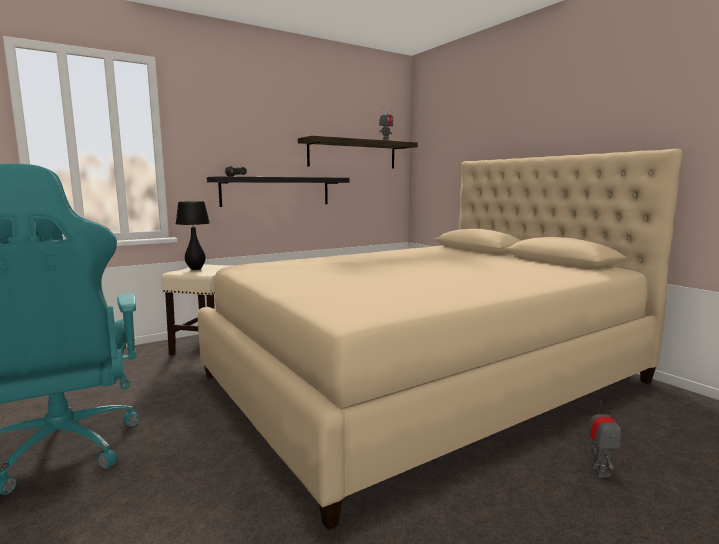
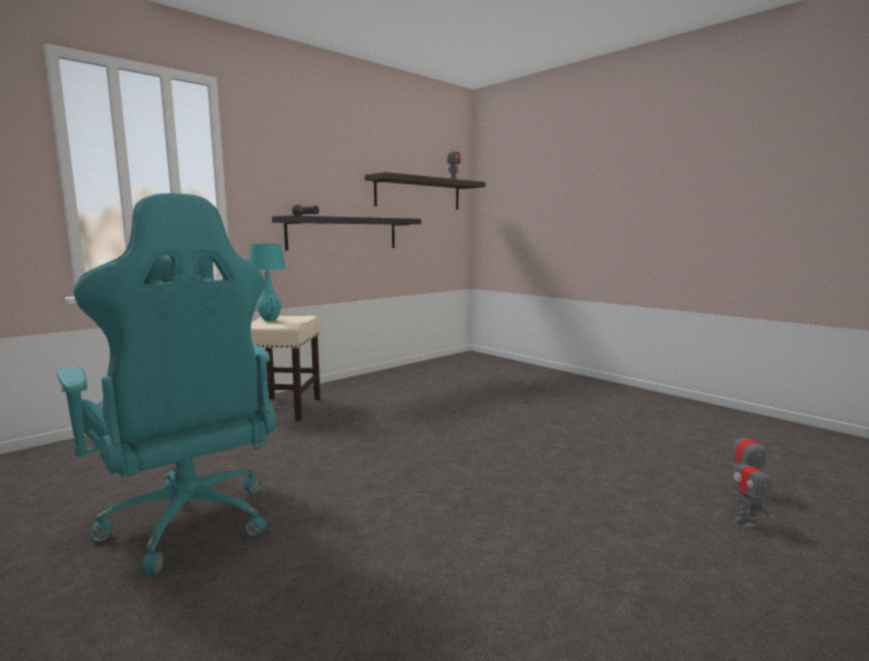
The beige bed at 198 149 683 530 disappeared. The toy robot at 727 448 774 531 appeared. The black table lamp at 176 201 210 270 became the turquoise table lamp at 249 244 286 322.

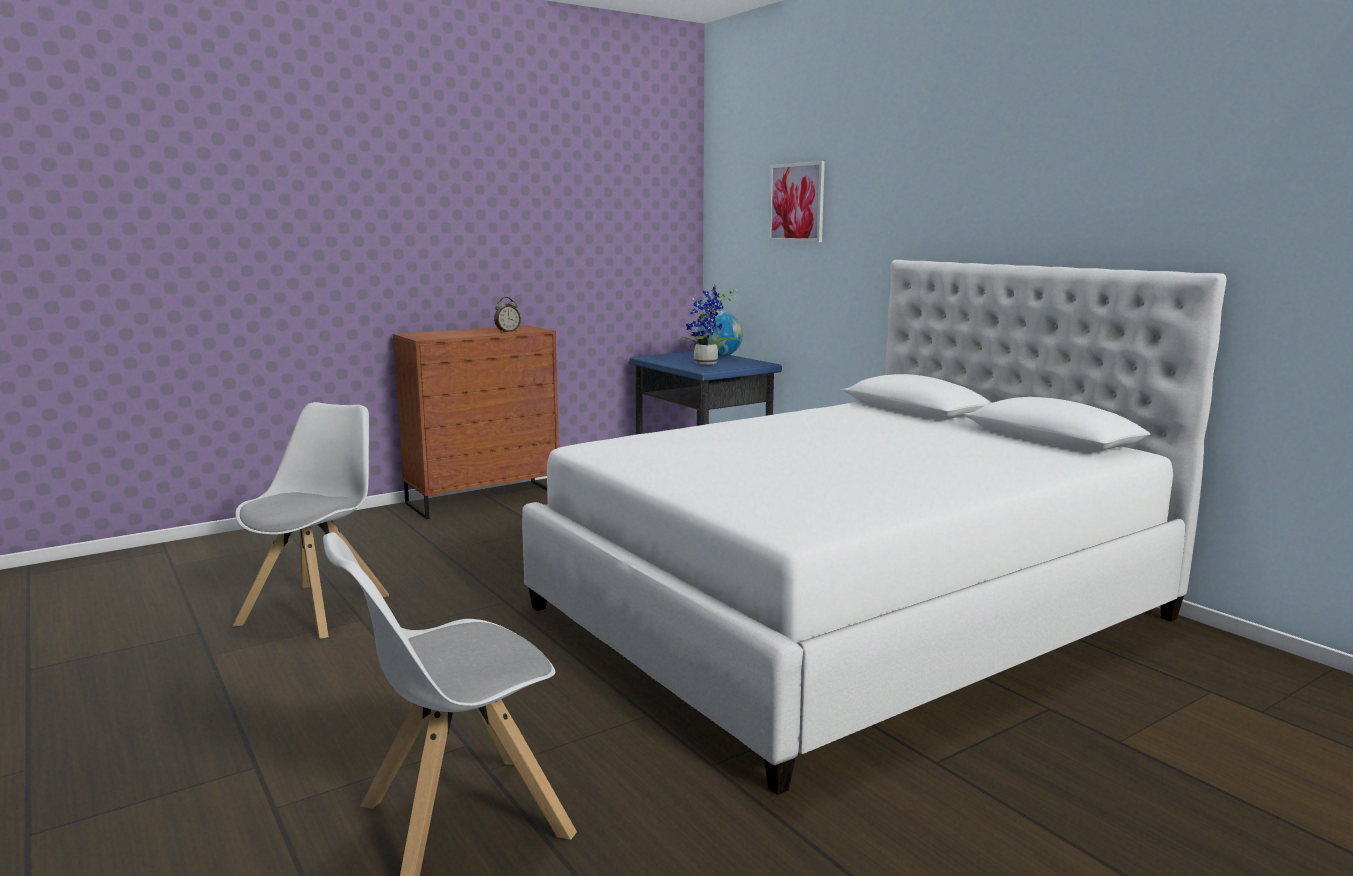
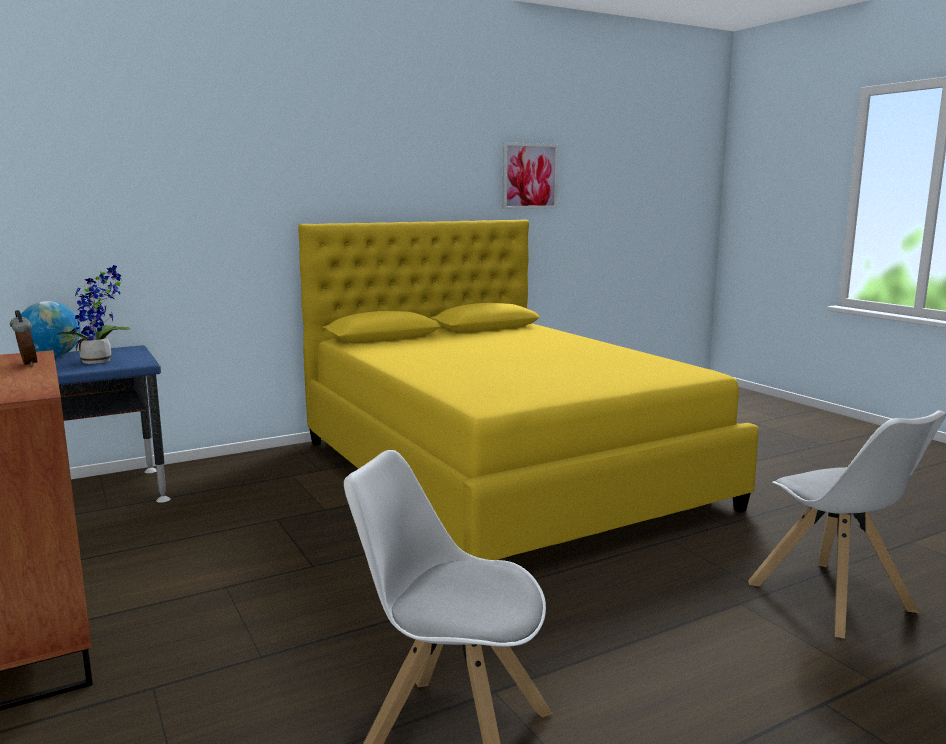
The picture moved from 769 161 825 242 to 503 142 558 209. The white bed at 522 260 1227 795 became the yellow bed at 298 219 759 560.

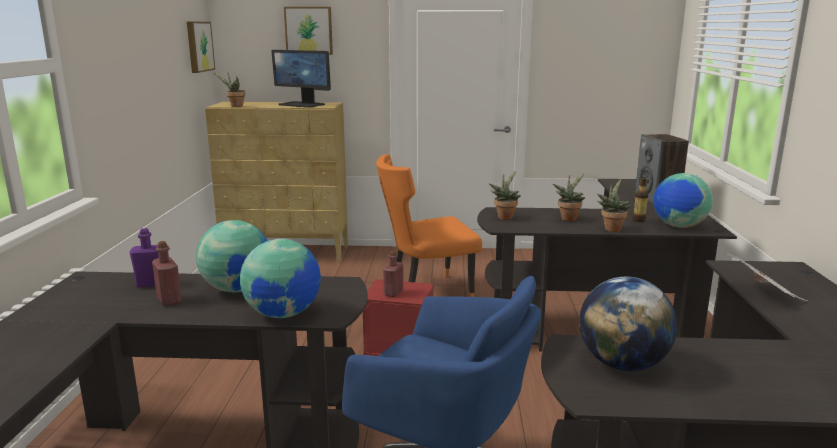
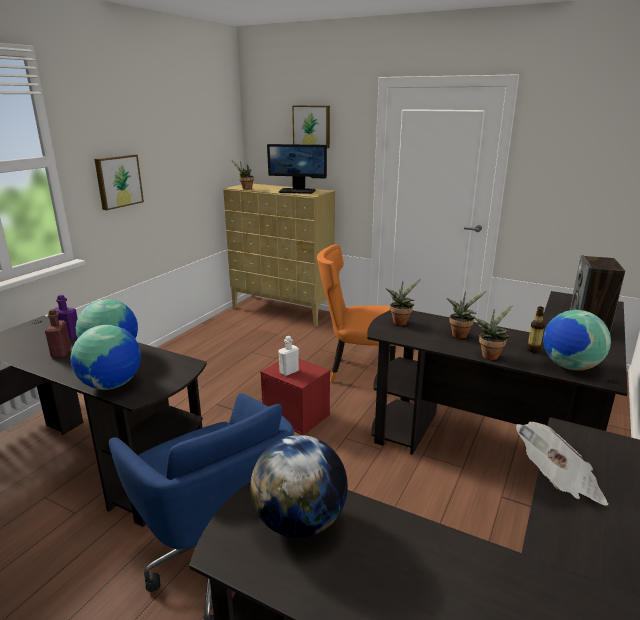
The picture moved from 187 22 215 73 to 94 154 144 210. The red bottle at 383 251 403 297 became the white bottle at 278 336 299 376. The monitor at 271 50 331 108 turned 45 degrees counterclockwise.

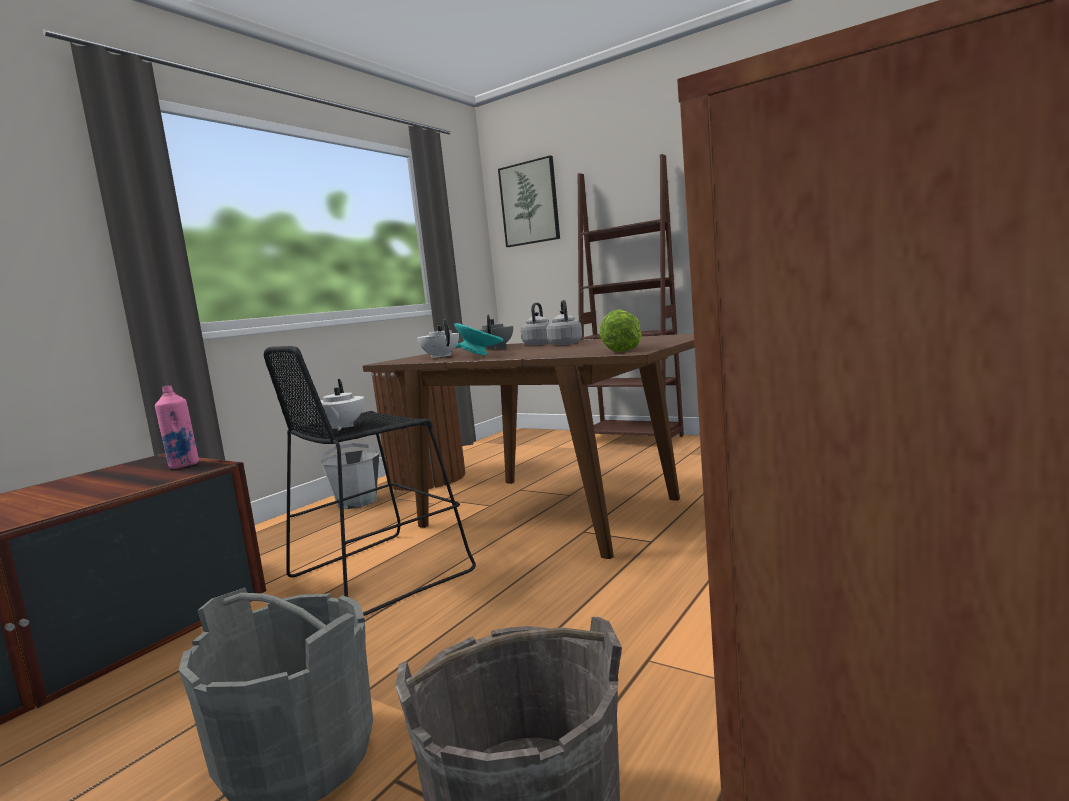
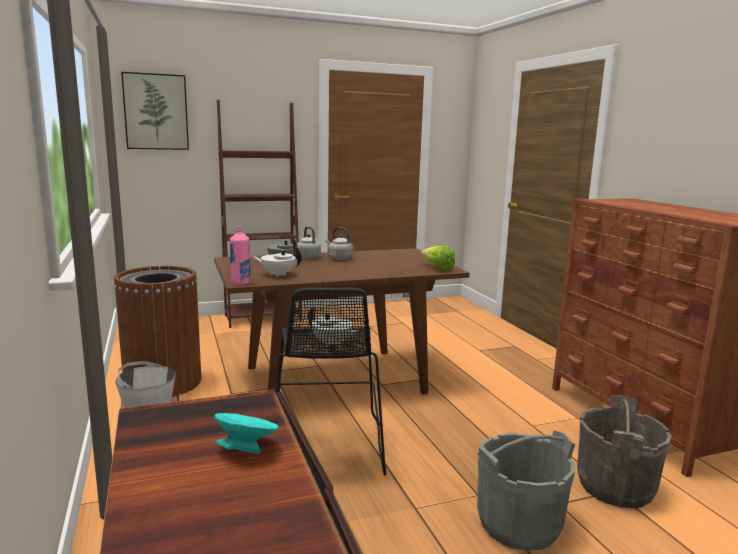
The pink bottle moved from 155 385 199 469 to 230 226 251 285. The turquoise bowl moved from 454 323 503 356 to 214 413 279 454.

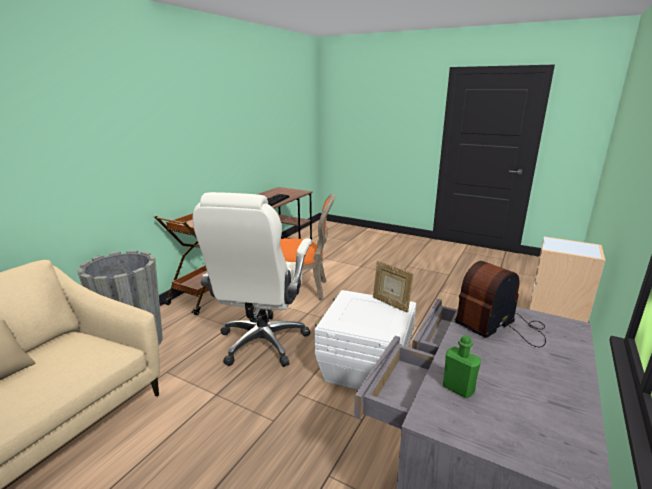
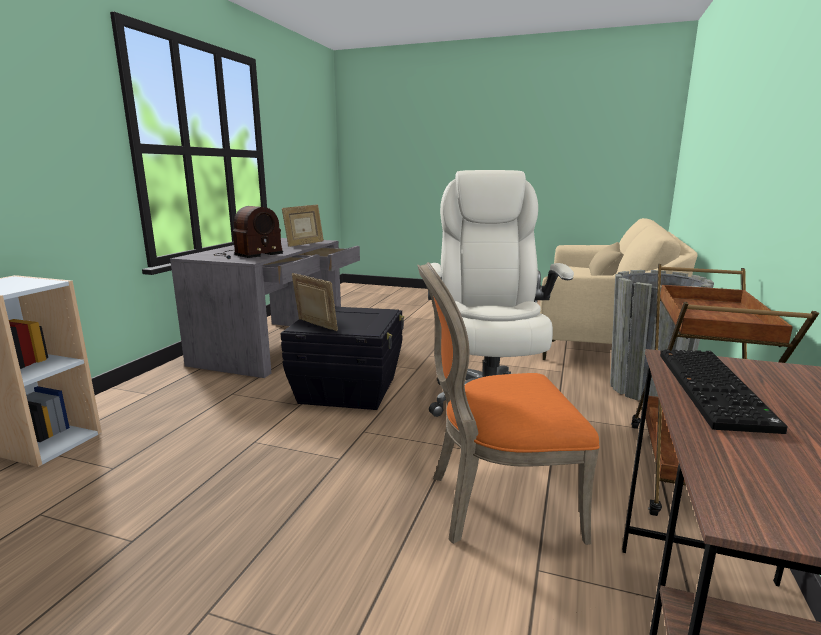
The green bottle at 443 335 481 398 was replaced by the picture frame at 282 205 324 247. The white storage box at 315 290 416 390 became the black storage box at 280 307 404 410.

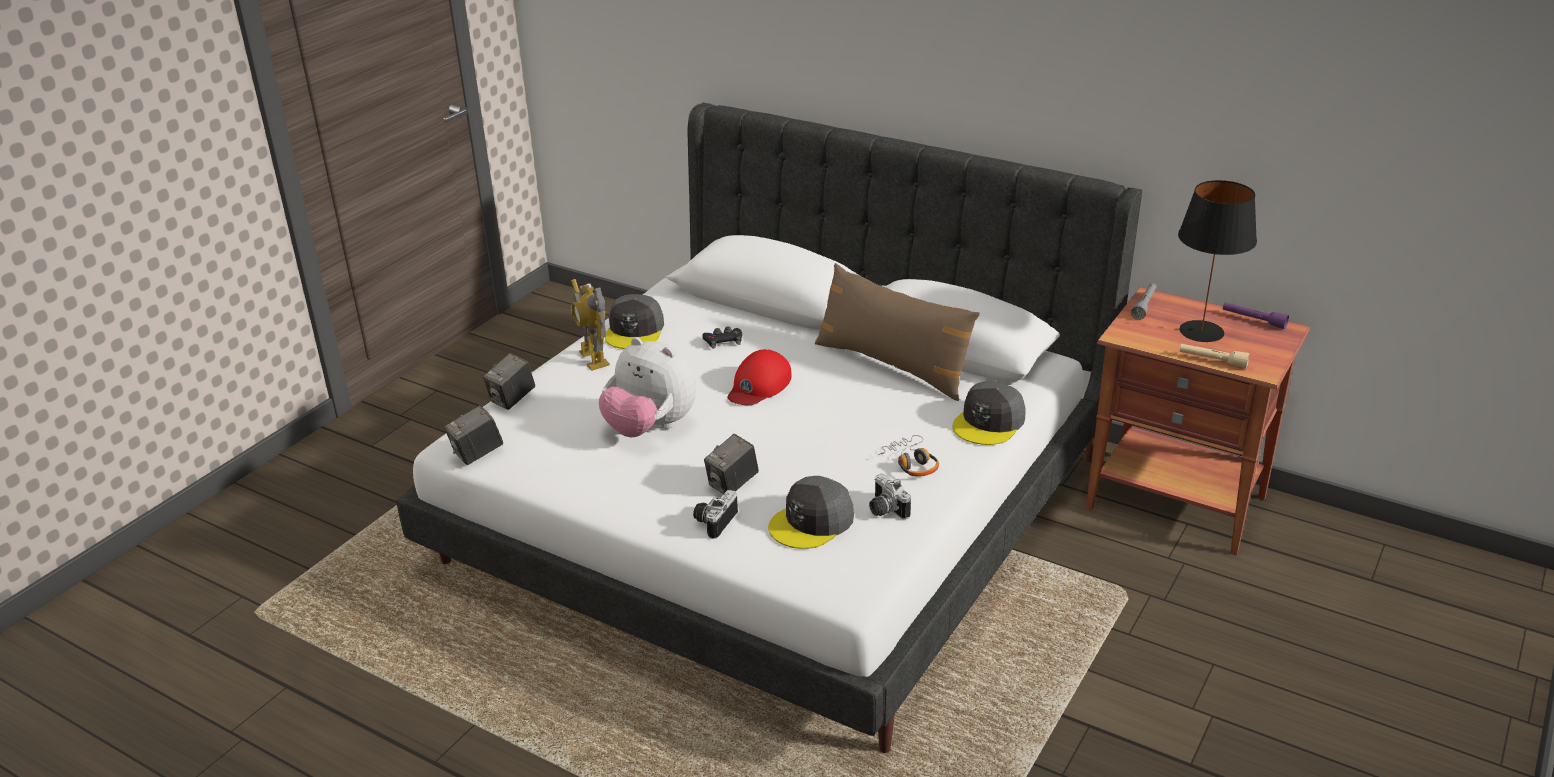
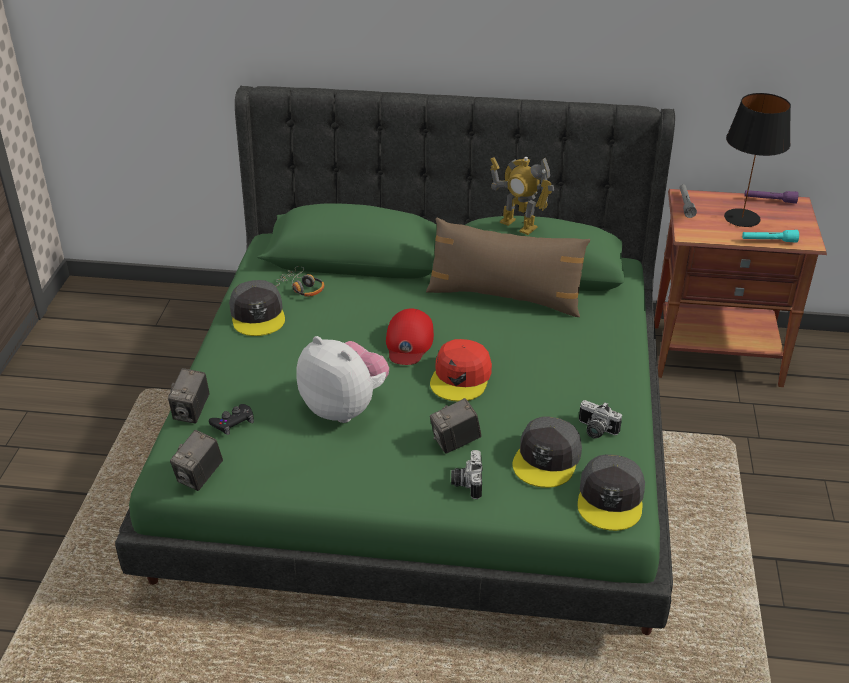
The red cap at 430 339 492 401 appeared. The toy robot moved from 571 279 610 371 to 490 157 554 235. The black game controller moved from 703 327 742 349 to 209 404 254 435. The headphones moved from 878 435 939 477 to 276 267 324 297. The grey cap moved from 953 381 1026 445 to 577 454 645 531. The white bed at 396 102 1142 753 became the green bed at 115 86 675 635. The beige flashlight at 1180 344 1250 368 became the turquoise flashlight at 742 230 799 243. The plush toy at 599 337 696 437 turned 150 degrees counterclockwise. The photo camera at 704 434 759 494 turned 45 degrees clockwise.

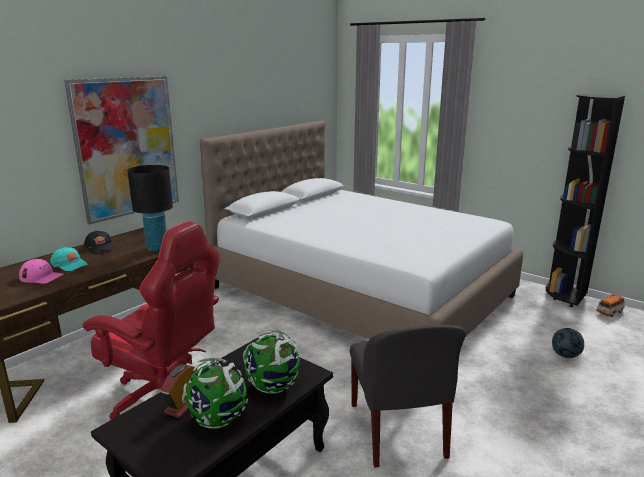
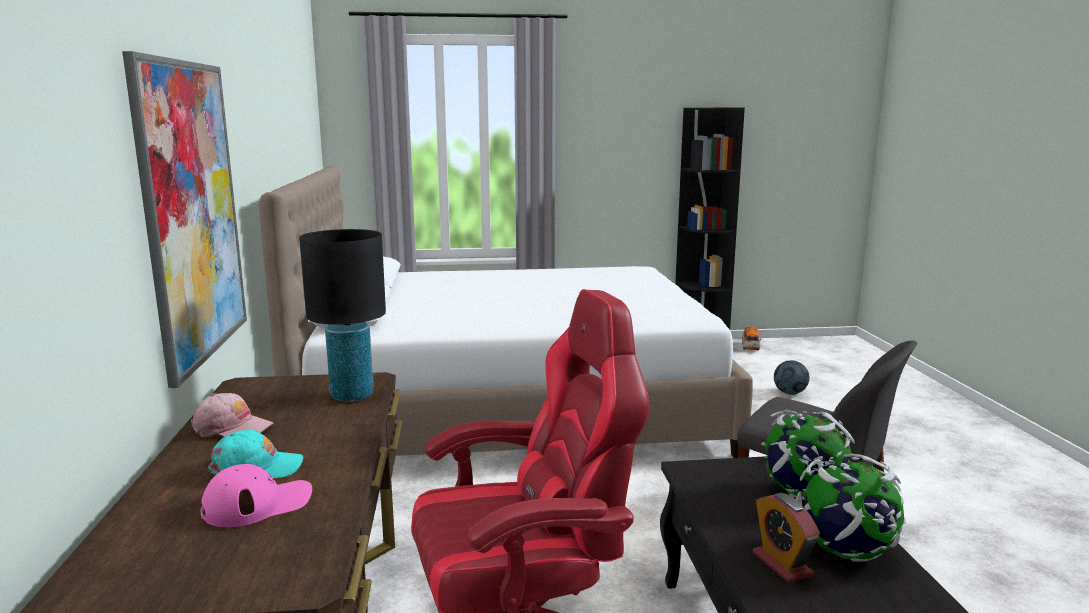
The black cap at 84 231 114 254 became the pink cap at 191 393 274 437.

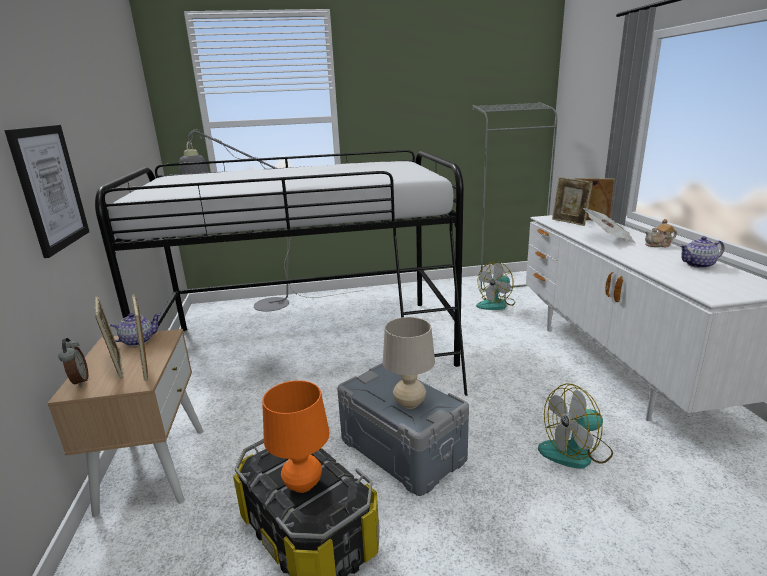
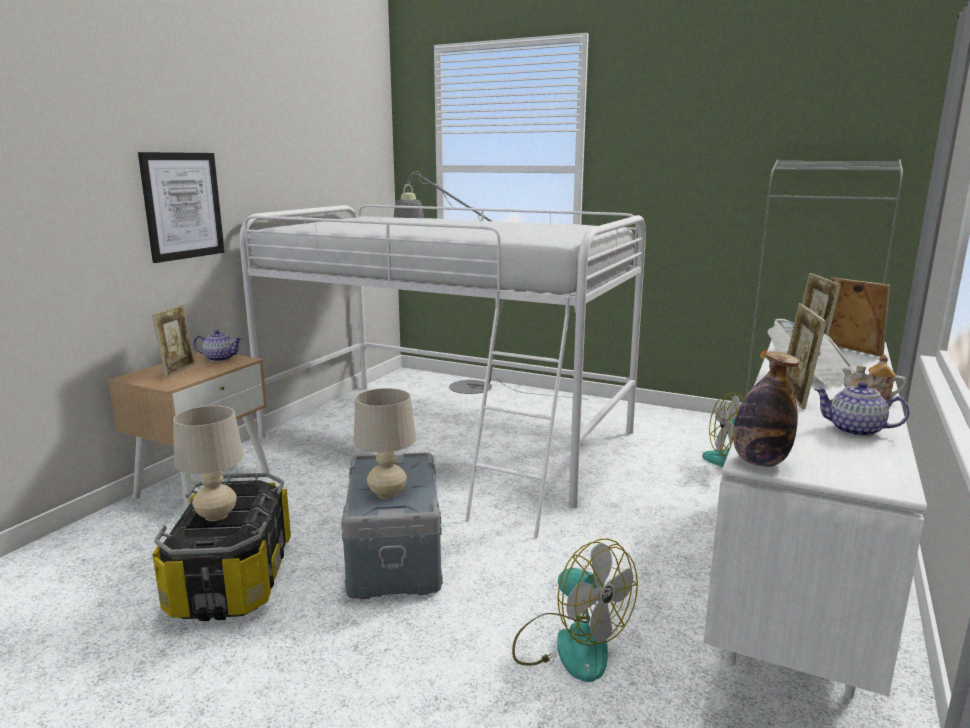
The alarm clock at 58 338 88 387 disappeared. The bottle at 733 351 800 467 appeared. The picture frame moved from 132 294 148 381 to 786 303 827 409. The black bed at 95 150 467 396 became the white bed at 239 205 646 539. The orange table lamp at 262 380 330 493 became the beige table lamp at 173 406 244 521. The fan at 538 383 613 469 turned 150 degrees counterclockwise.

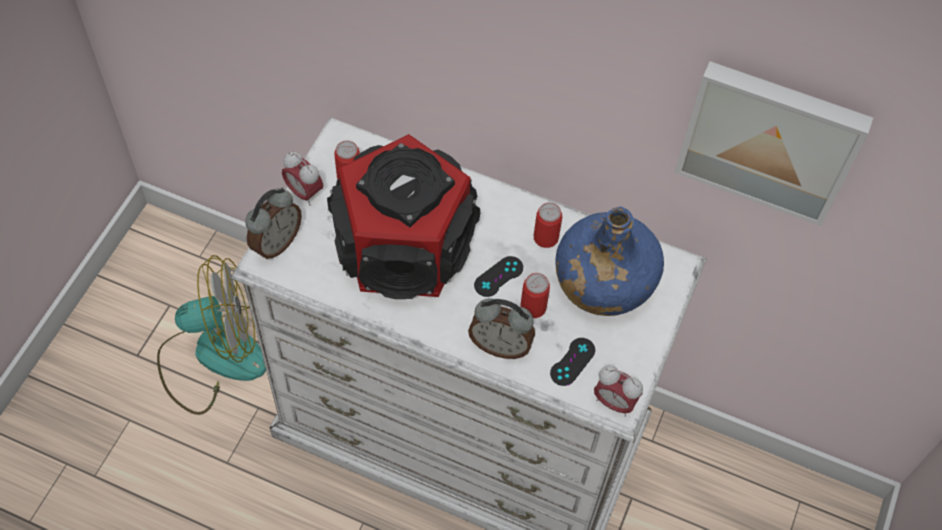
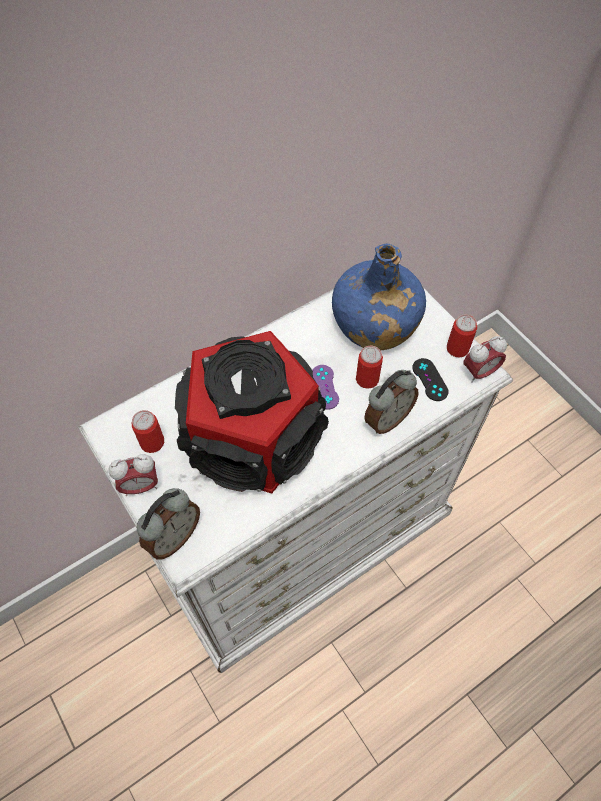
The fan at 157 255 266 415 disappeared. The picture at 674 61 873 226 disappeared. The can moved from 534 202 562 248 to 447 315 477 358. The black game controller at 474 256 523 297 became the purple game controller at 312 365 339 410. The alarm clock at 245 188 302 259 turned 60 degrees clockwise.

